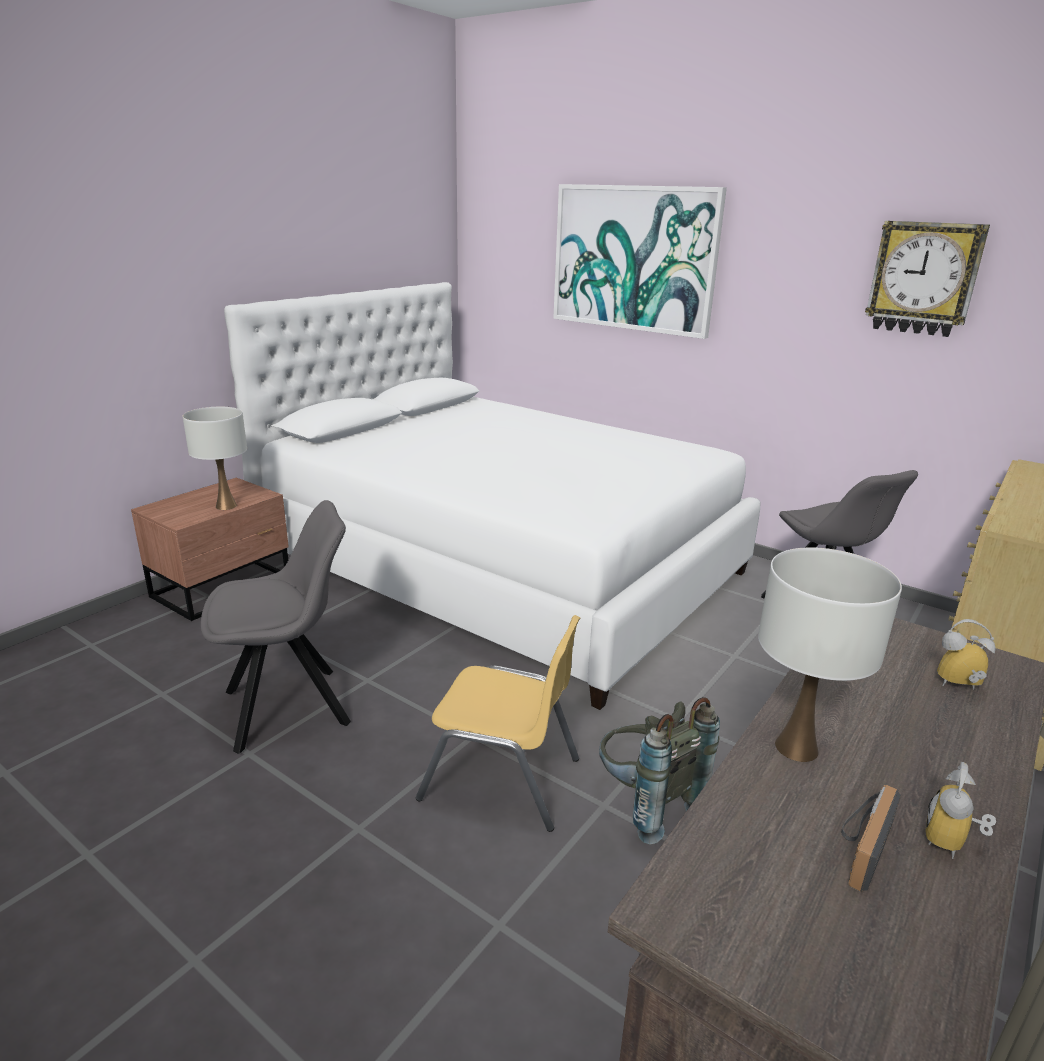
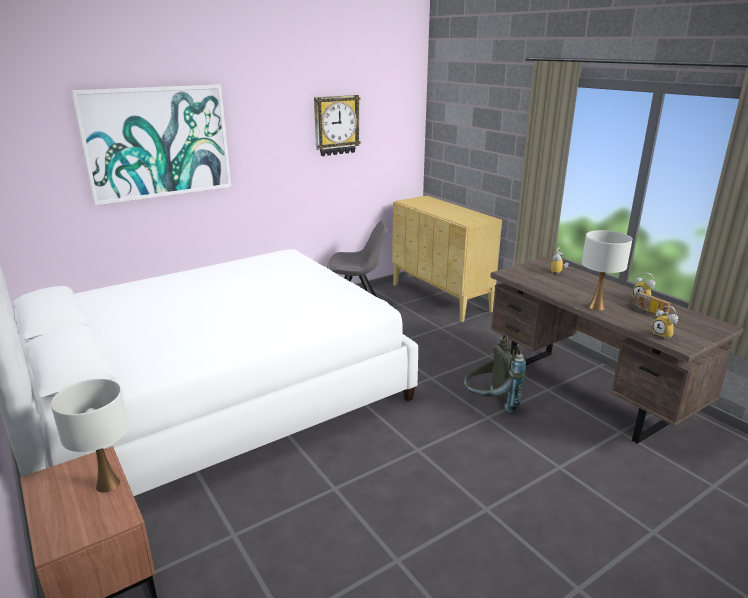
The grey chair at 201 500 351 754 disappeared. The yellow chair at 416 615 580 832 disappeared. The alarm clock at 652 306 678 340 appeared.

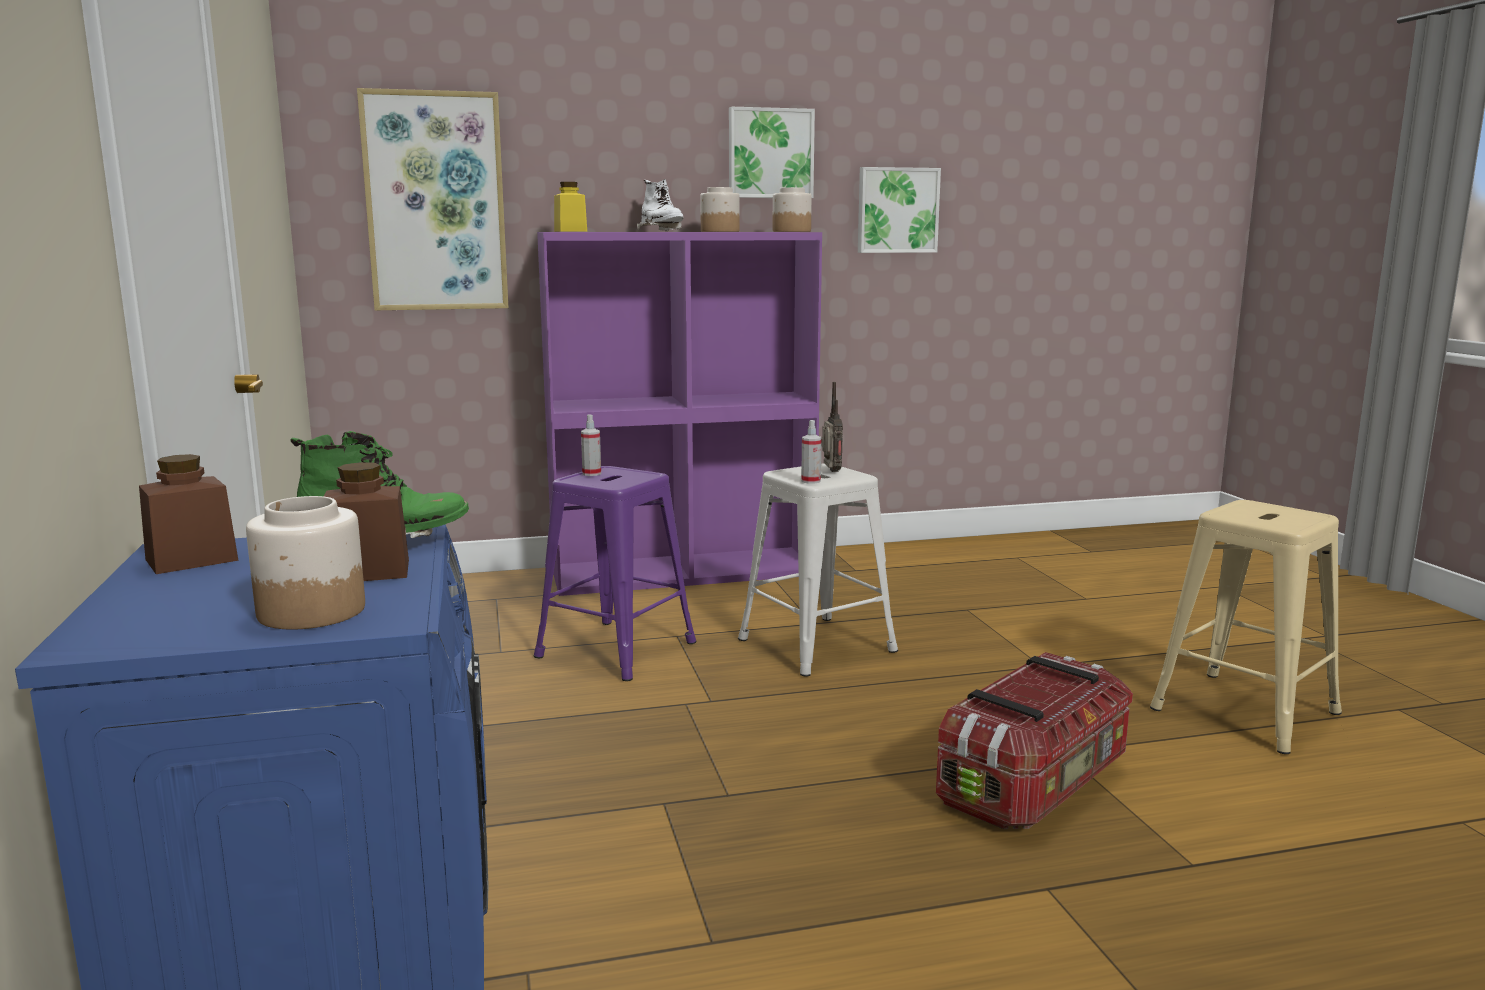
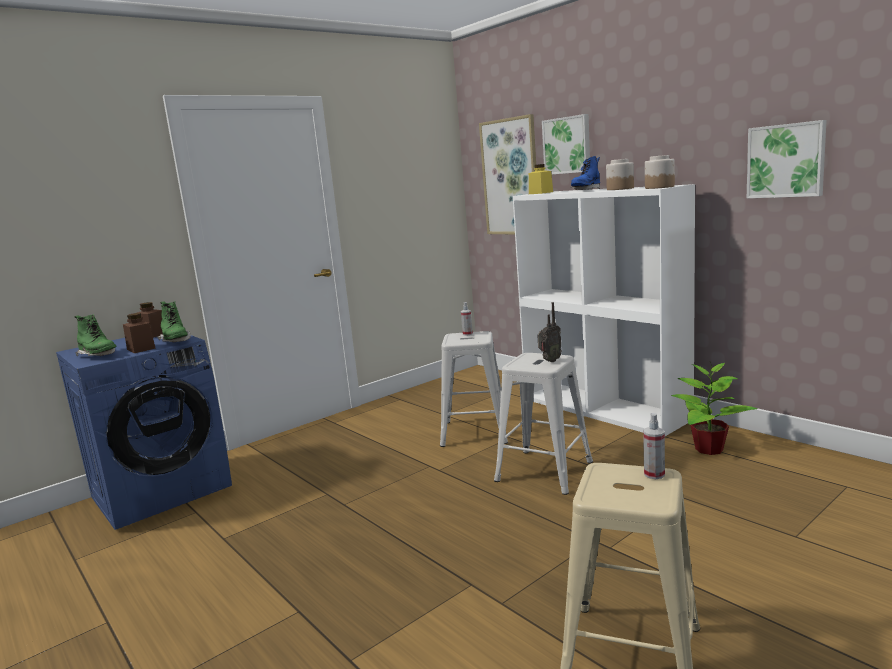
The storage box at 936 652 1133 829 disappeared. The potted plant at 671 362 757 455 appeared. The picture moved from 729 107 815 198 to 542 114 590 174. The spray bottle moved from 801 420 822 484 to 643 413 665 479. The jar at 246 496 365 630 was replaced by the green boot at 75 314 117 356. The purple stool at 534 466 696 681 became the white stool at 440 331 508 447. The purple bookcase at 537 232 822 596 became the white bookcase at 513 184 695 436. The white boot at 637 179 684 231 became the blue boot at 571 156 600 190.

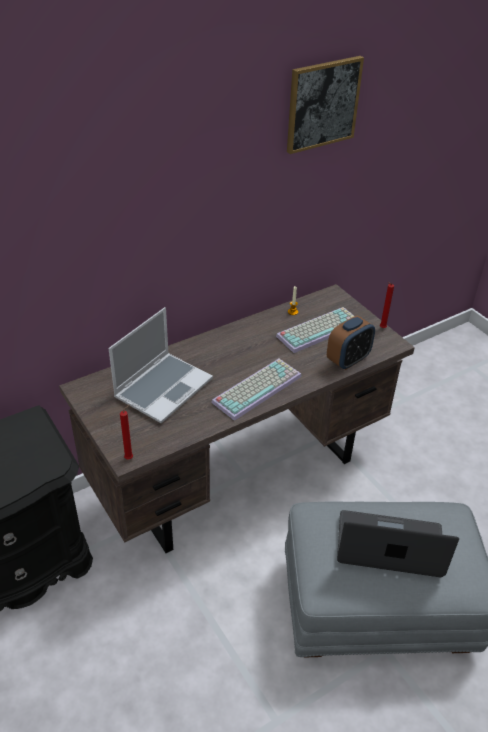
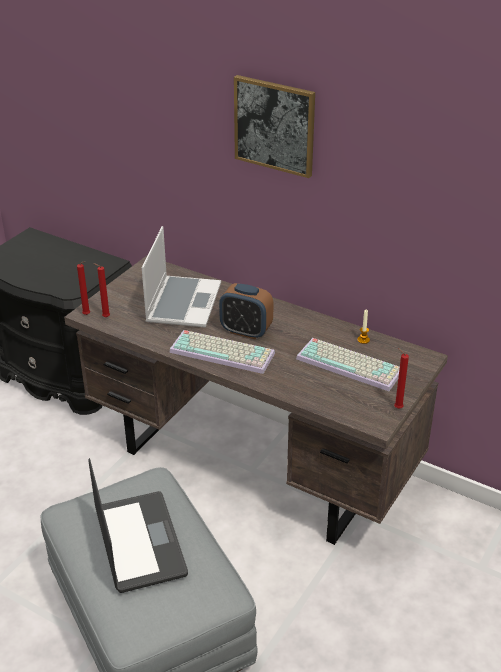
The red candle at 93 263 110 318 appeared. The picture moved from 287 56 364 154 to 234 75 315 178. The alarm clock moved from 327 316 375 370 to 219 283 273 339. The laptop at 108 307 213 423 turned 90 degrees counterclockwise.

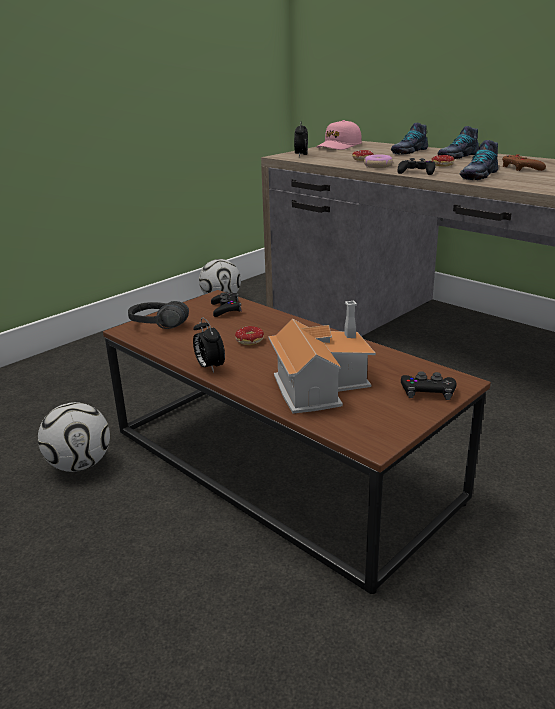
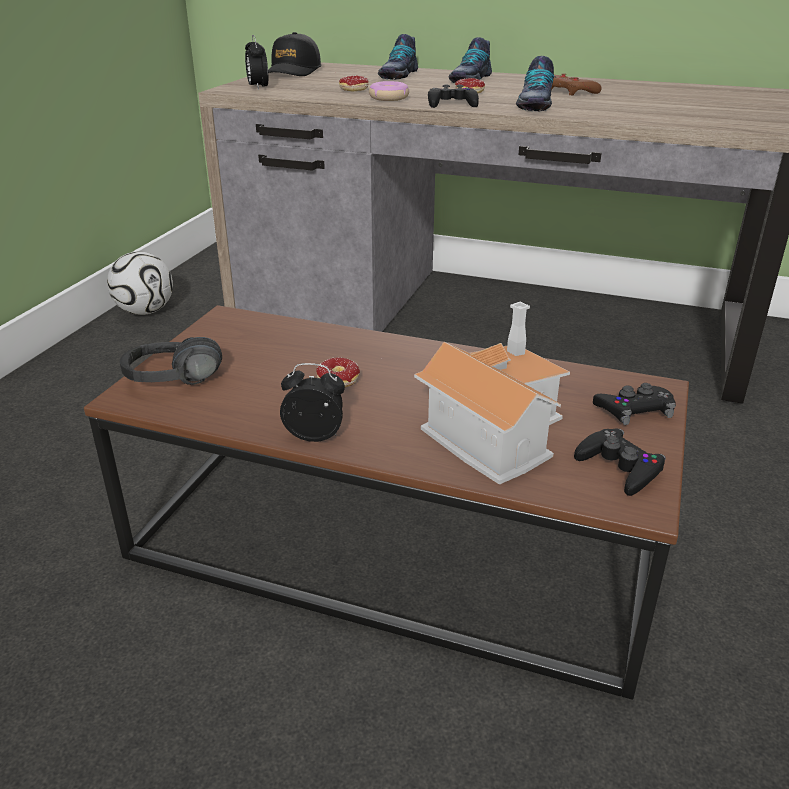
The football at 38 402 110 472 disappeared. The black game controller moved from 211 292 241 317 to 574 428 666 496. The pink cap at 317 120 362 150 became the black cap at 268 32 321 76. The alarm clock at 193 317 225 373 turned 150 degrees clockwise.

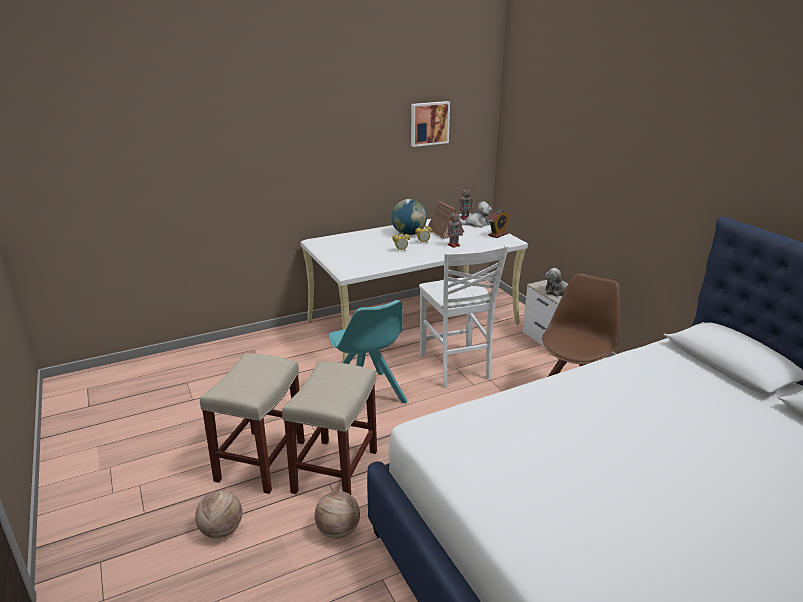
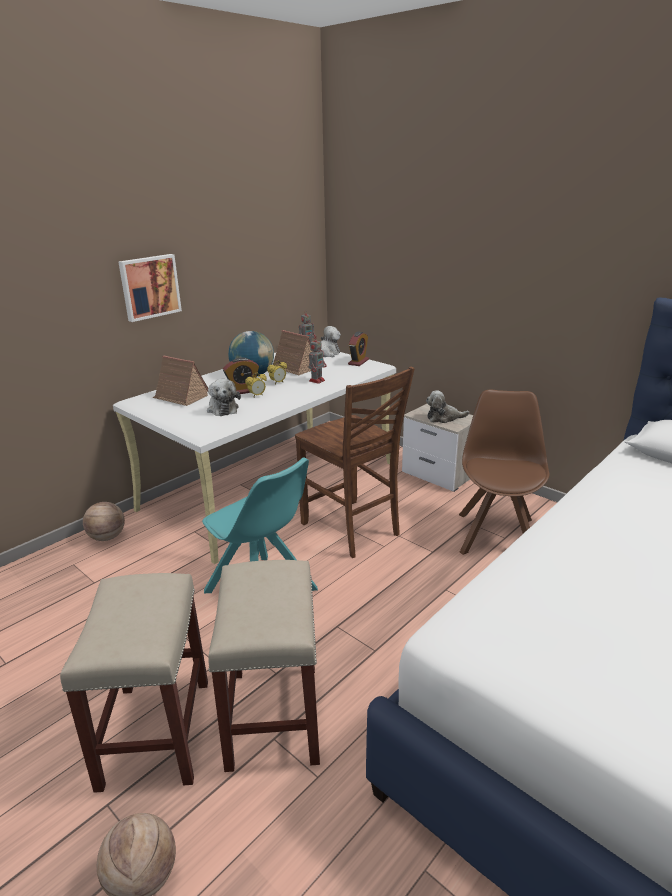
The toy house at 152 356 208 406 appeared. The plush toy at 207 379 241 416 appeared. The alarm clock at 223 357 259 394 appeared. The basketball moved from 315 491 360 539 to 83 502 125 541. The picture moved from 411 101 450 147 to 118 254 182 322. The white chair at 419 245 509 388 became the brown chair at 295 367 415 558.

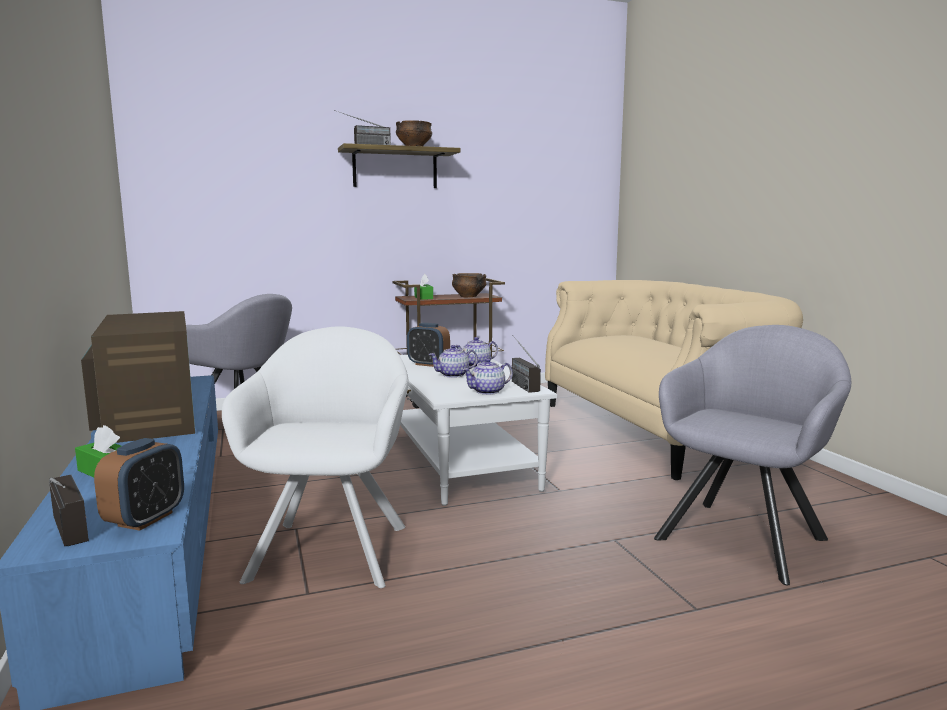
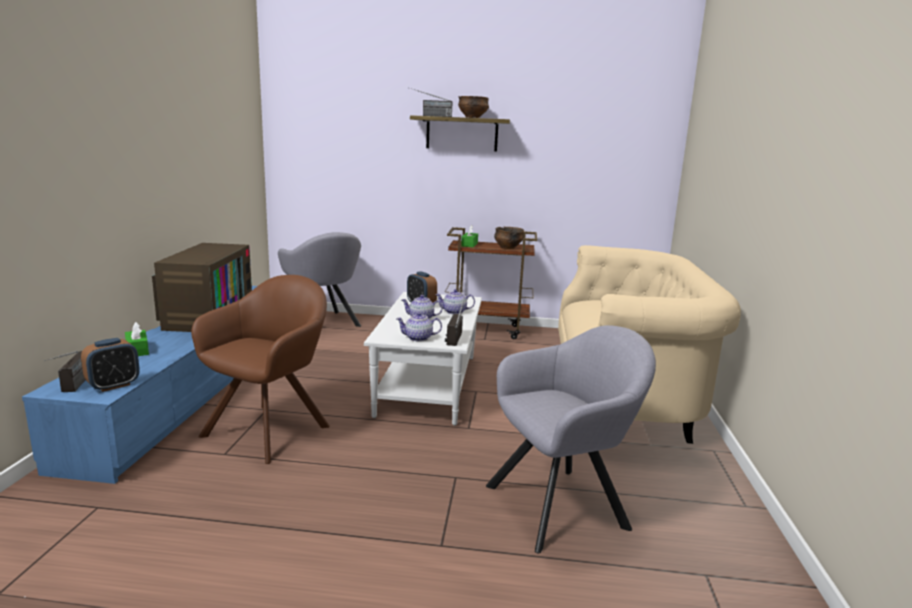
The white armchair at 222 326 409 588 became the brown armchair at 191 275 330 464.

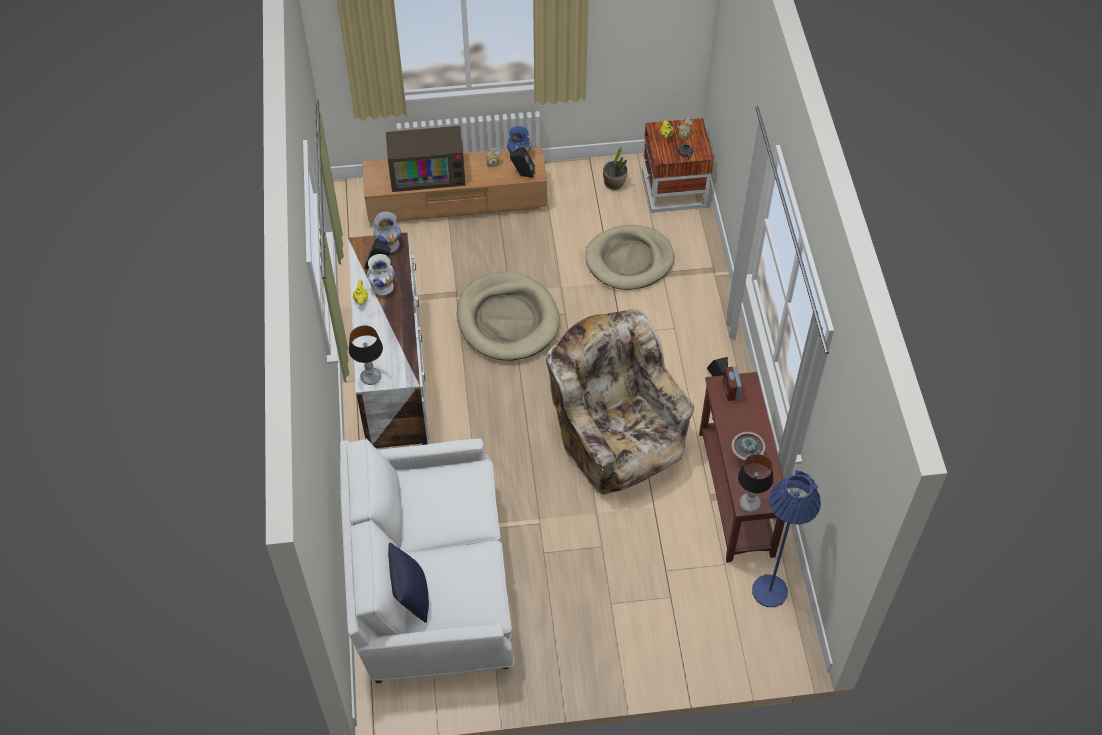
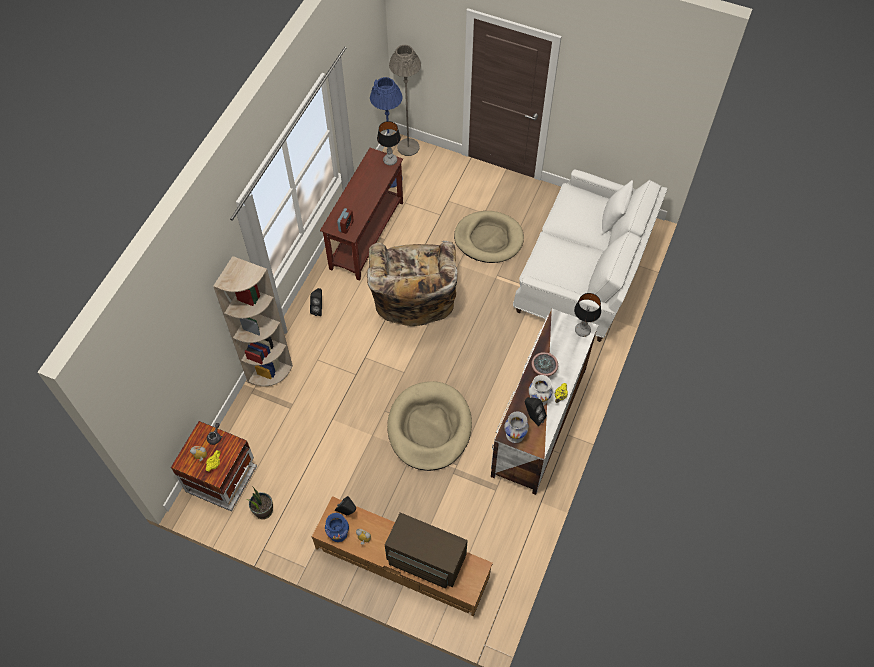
The beige bookcase at 213 256 293 386 appeared. The grey floor lamp at 389 45 421 156 appeared. The beige dog bed moved from 585 225 674 290 to 454 211 524 263. The potted plant moved from 731 432 766 465 to 531 352 558 377. The blue pillow at 388 543 429 623 became the white pillow at 602 180 633 234.

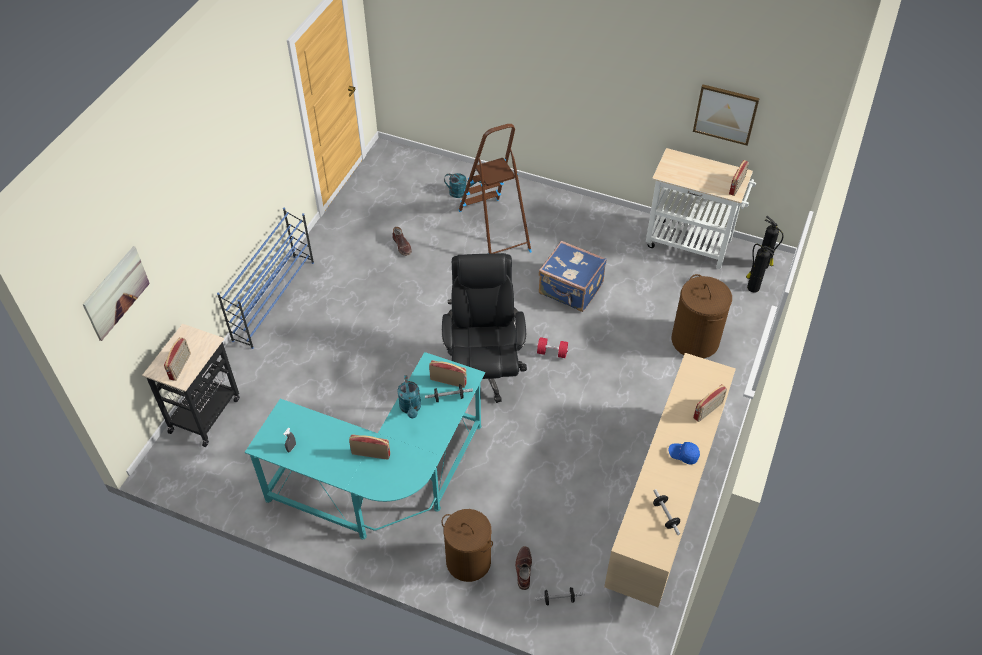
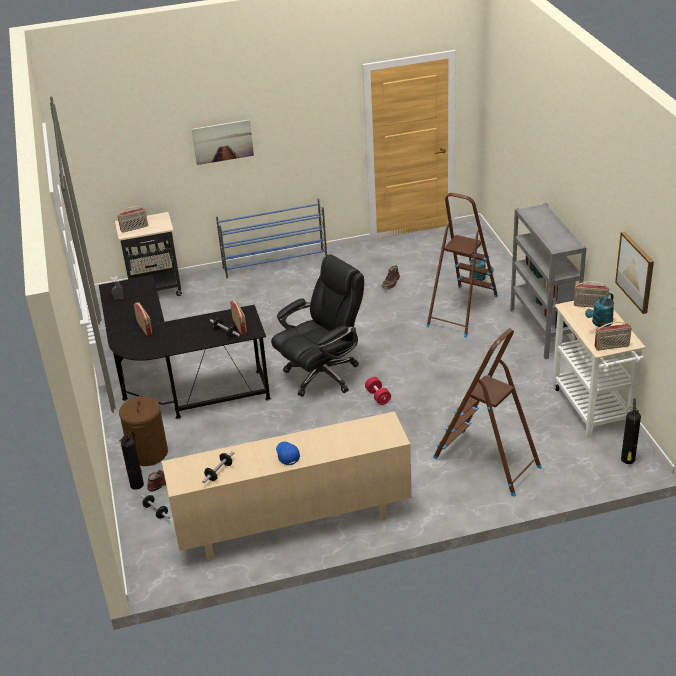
The blue suitcase at 538 241 607 312 disappeared. The grey bookcase at 510 203 586 359 appeared. The picture moved from 83 246 150 341 to 192 119 254 165. The turquoise watering can moved from 397 375 421 418 to 585 293 614 327. The radio moved from 693 384 727 422 to 574 281 609 308. The fire extinguisher moved from 746 244 775 292 to 120 432 144 490. The brown laundry basket at 671 274 732 358 was replaced by the brown step ladder at 433 328 542 497. The turquoise desk at 245 352 485 539 became the black desk at 99 275 271 419.

